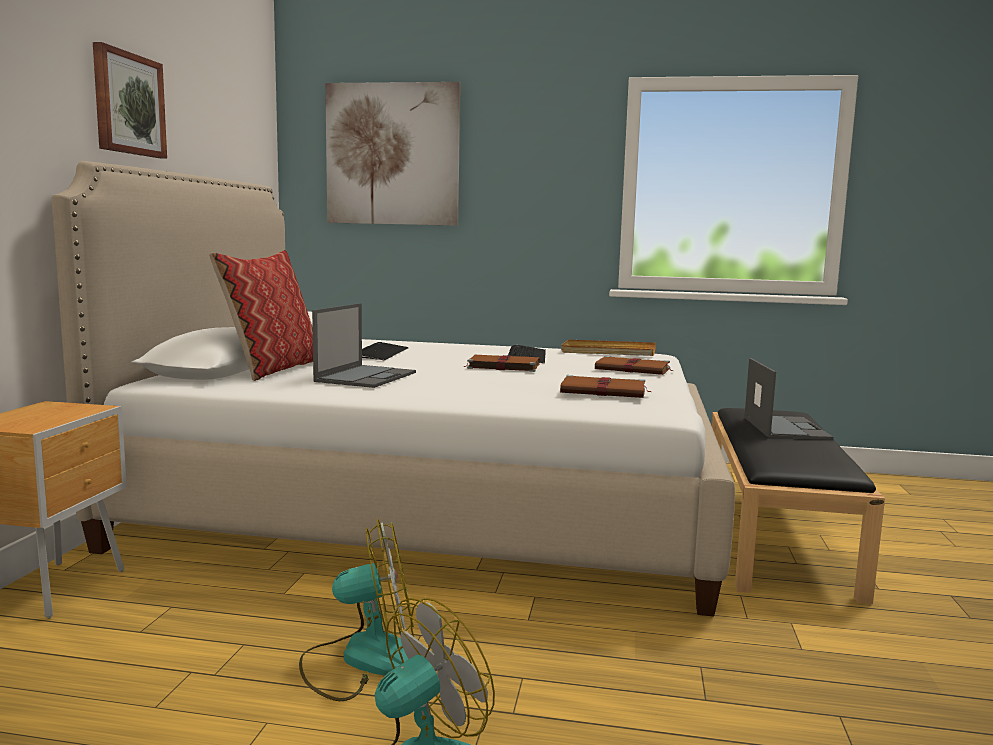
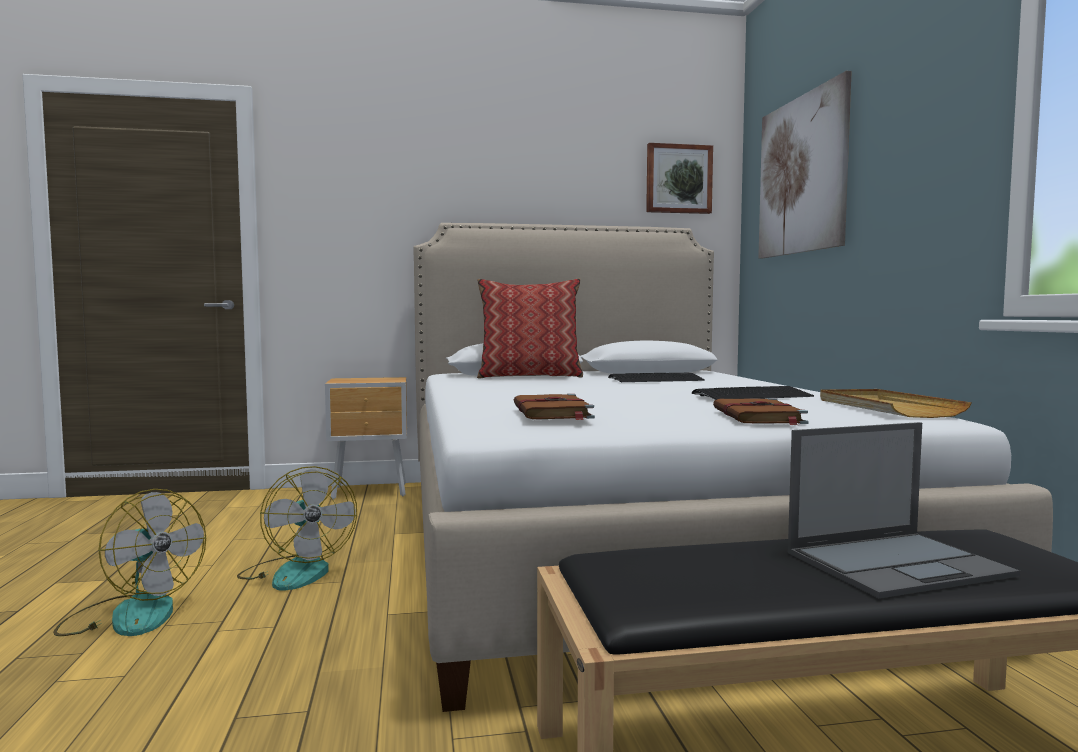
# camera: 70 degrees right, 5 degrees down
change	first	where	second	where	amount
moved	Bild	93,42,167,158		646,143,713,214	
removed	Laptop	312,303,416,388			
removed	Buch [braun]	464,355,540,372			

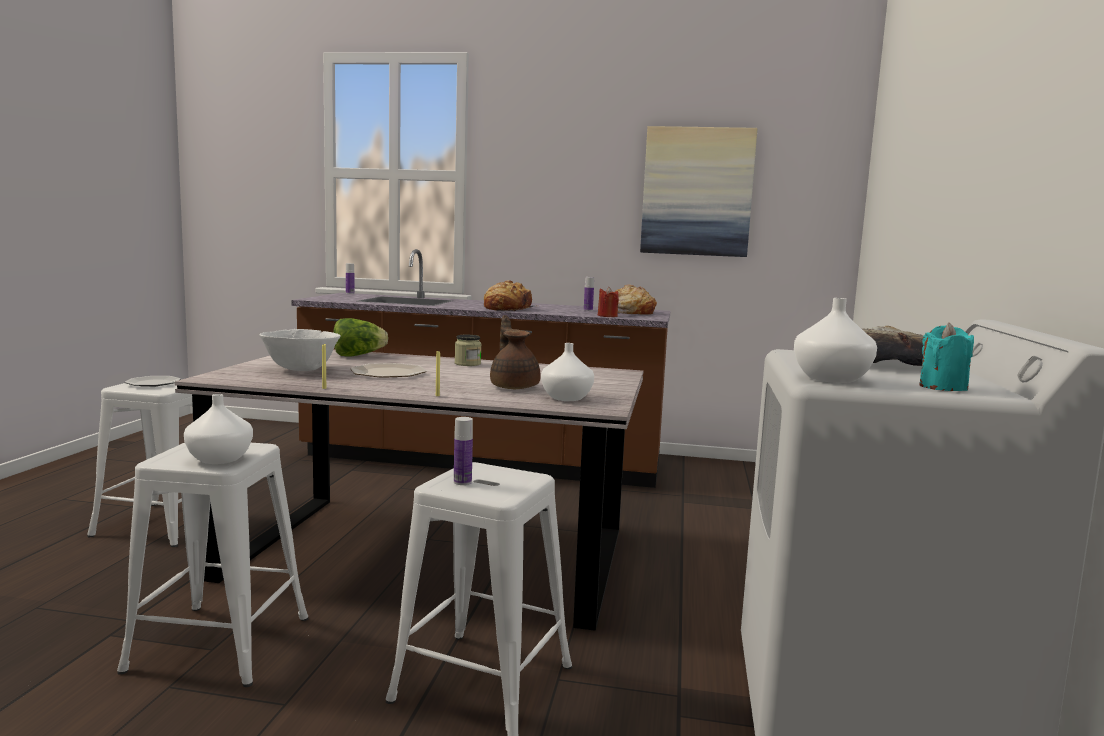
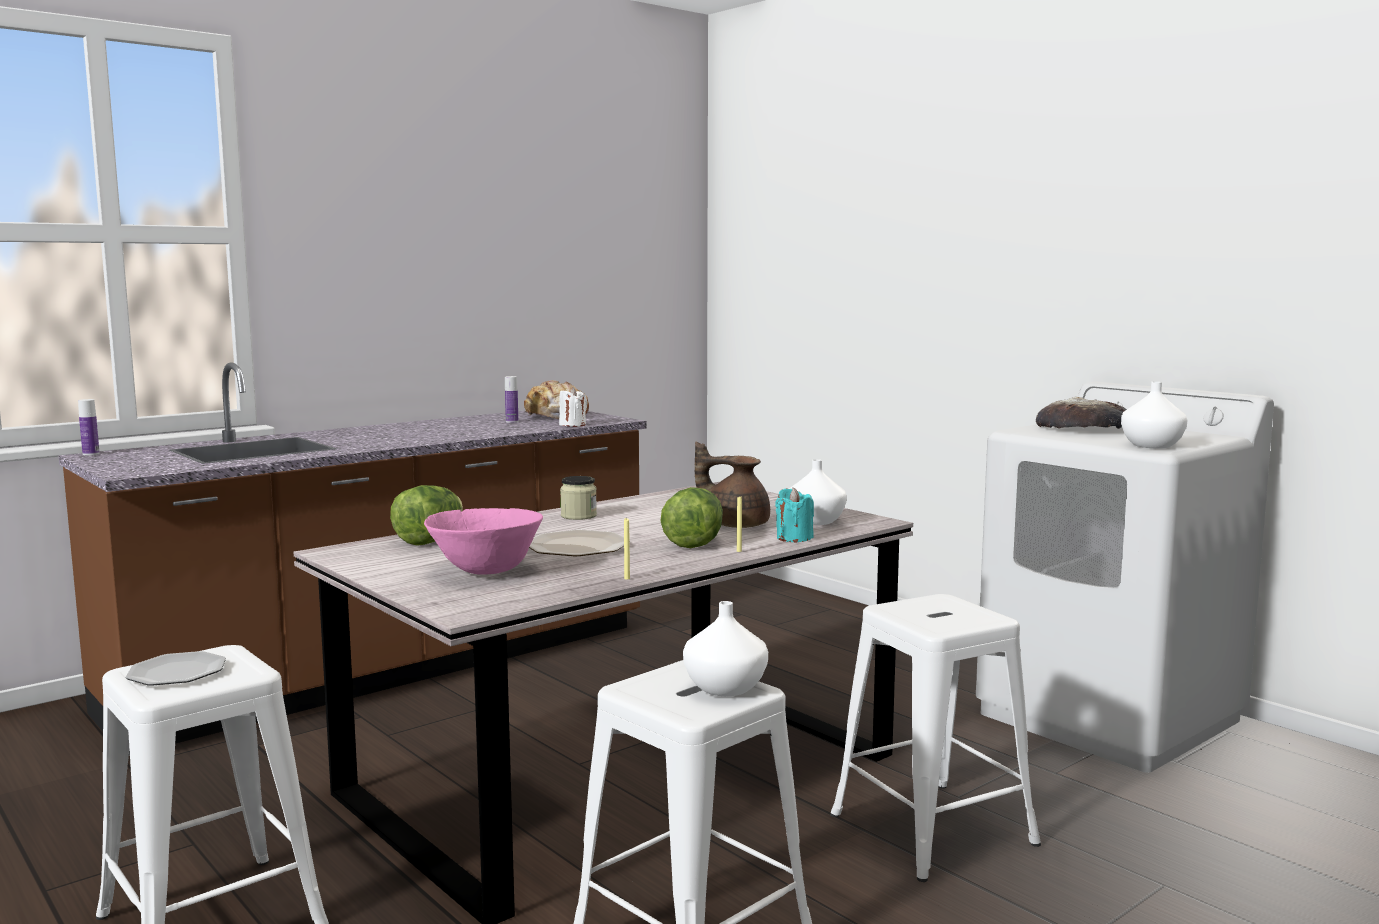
# camera: 50 degrees left, 0 degrees up
change	first	where	second	where	amount
removed	Bild	640,126,757,257			
removed	Brot	484,280,536,311			
recoloured	Kerze [rot]	598,287,619,317	Kerze [weiß]	559,387,587,427	
moved	Kerze [türkis]	919,322,974,391		775,487,814,542	
recoloured	Schüssel [weiß]	259,329,341,371	Schüssel [rosa]	424,508,543,575	
removed	Flasche	454,417,473,485			
added			Salatkopf	661,487,723,548	

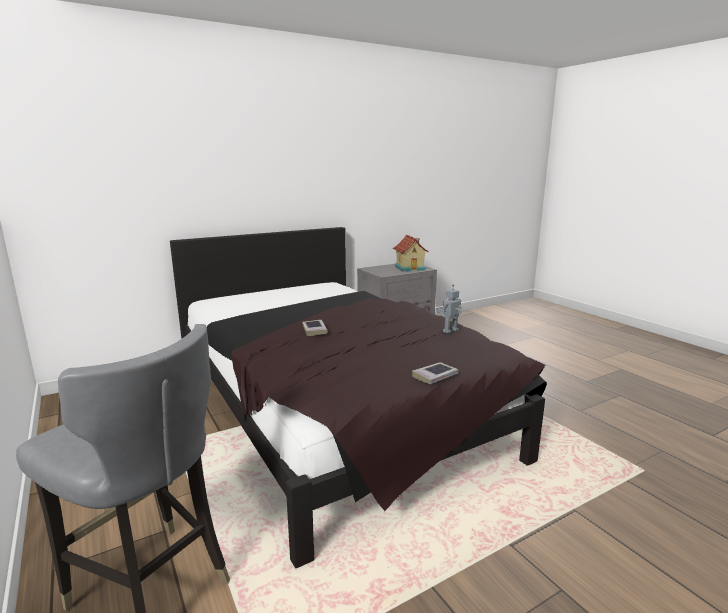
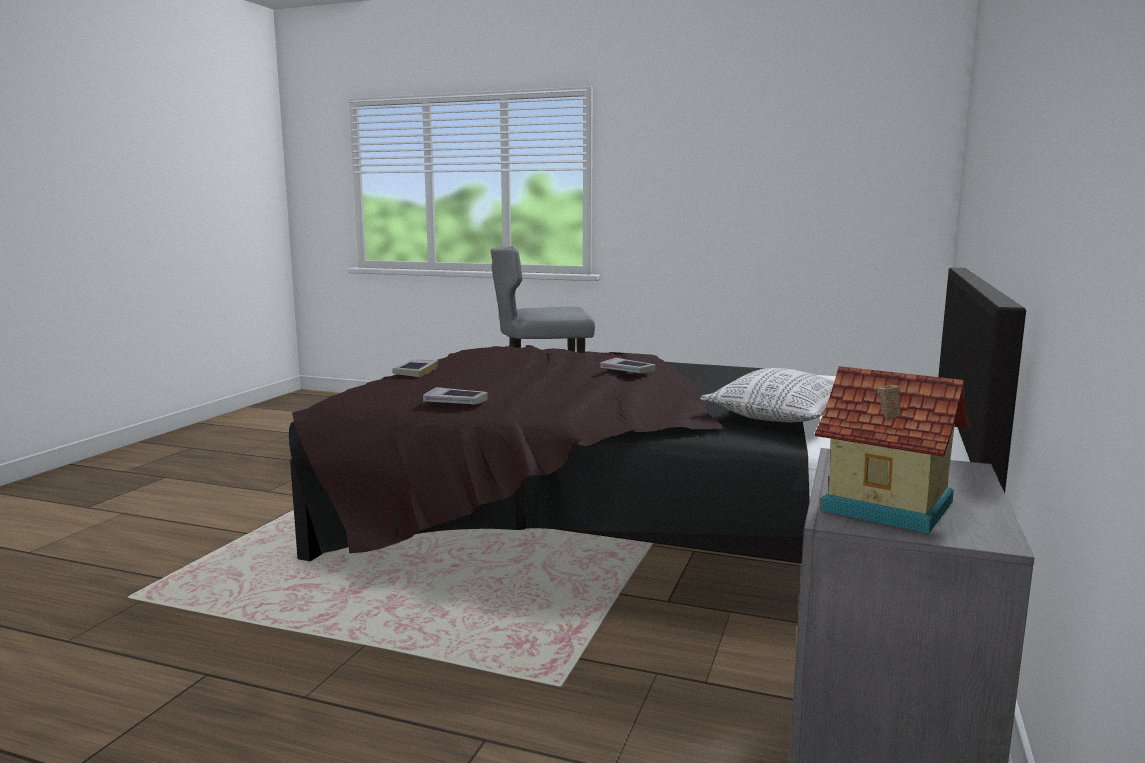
# camera: 140 degrees right, 5 degrees down
change	first	where	second	where	amount
replaced	Spielzeugroboter	437,285,462,334	Buch	423,387,488,405	
added			Kissen	700,368,835,422	

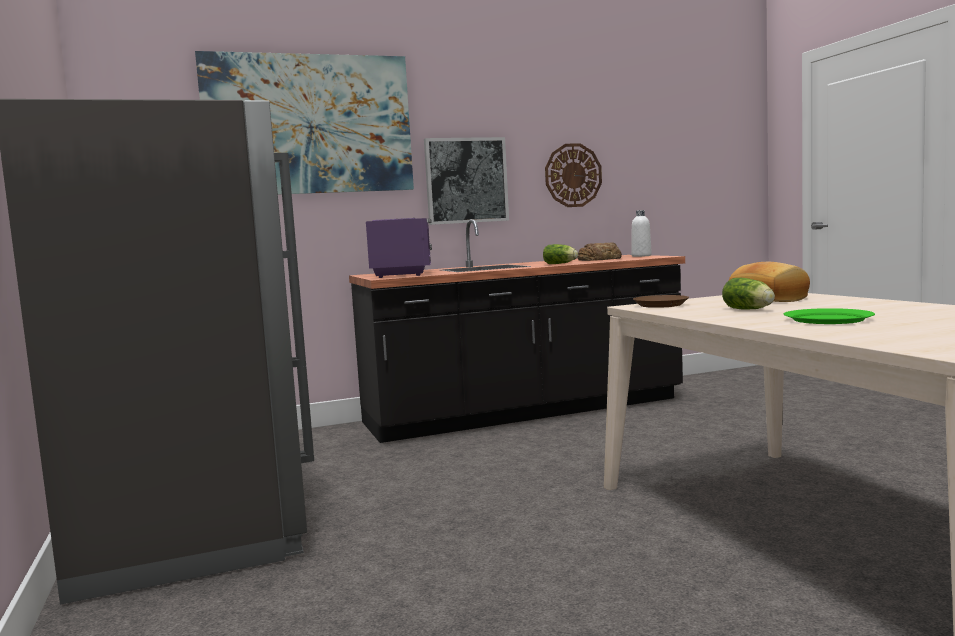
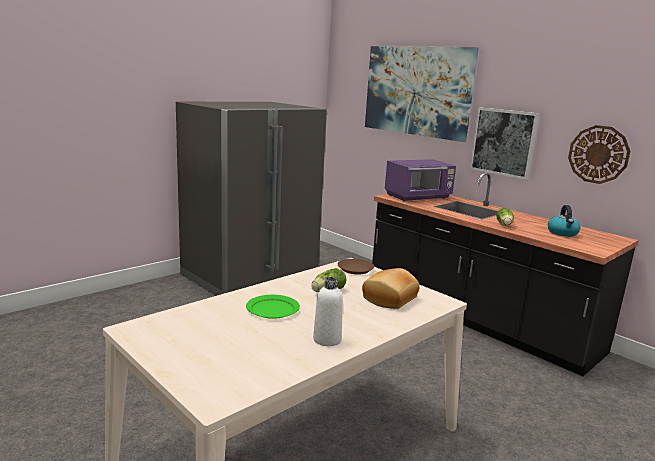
# camera: 65 degrees right, 10 degrees up
change	first	where	second	where	amount
moved	Flasche [weiß]	632,210,652,257		313,277,343,346	
replaced	Brot	577,242,622,261	Wasserkessel	548,205,581,237	

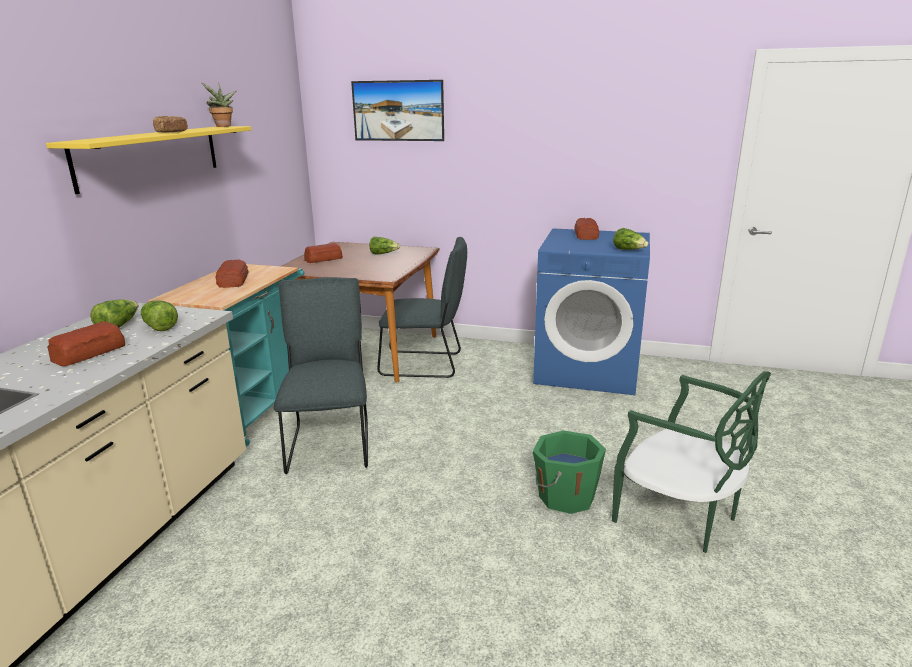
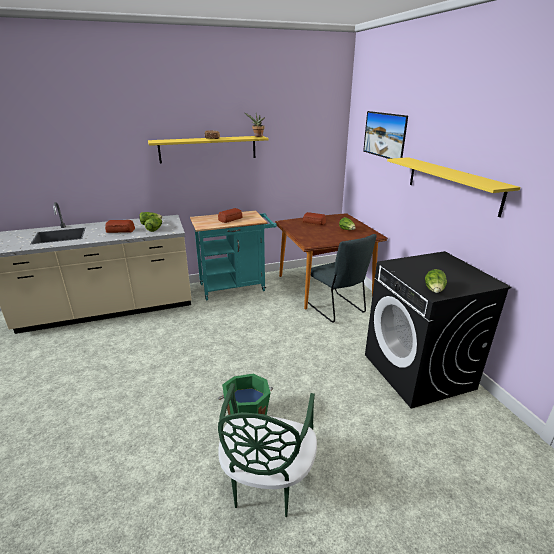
# camera: 55 degrees right, 5 degrees up
change	first	where	second	where	amount
removed	Brot	574,218,599,240			
recoloured	Waschmaschine [blau]	533,228,650,395	Waschmaschine [schwarz]	365,251,511,408	
removed	Stuhl [grau]	273,277,368,474			
added			Wandregal [gelb]	387,157,520,217	

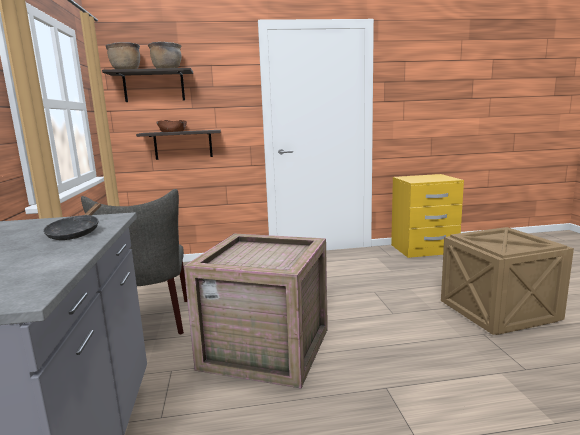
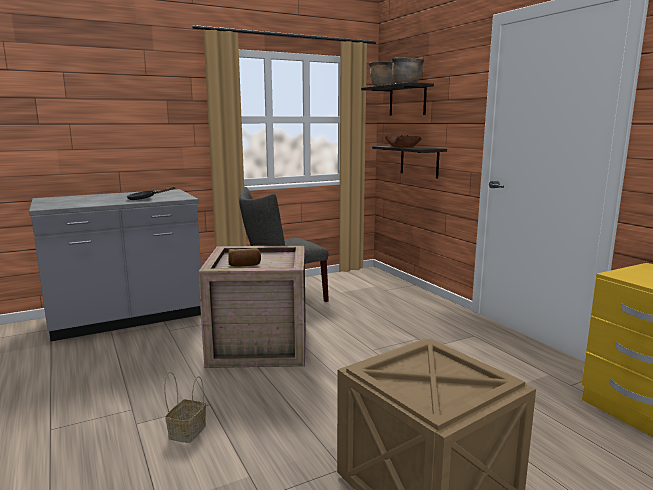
# camera: 70 degrees right, 0 degrees up
change	first	where	second	where	amount
added			Brot	228,248,261,267	
added			Korb	164,372,206,443	

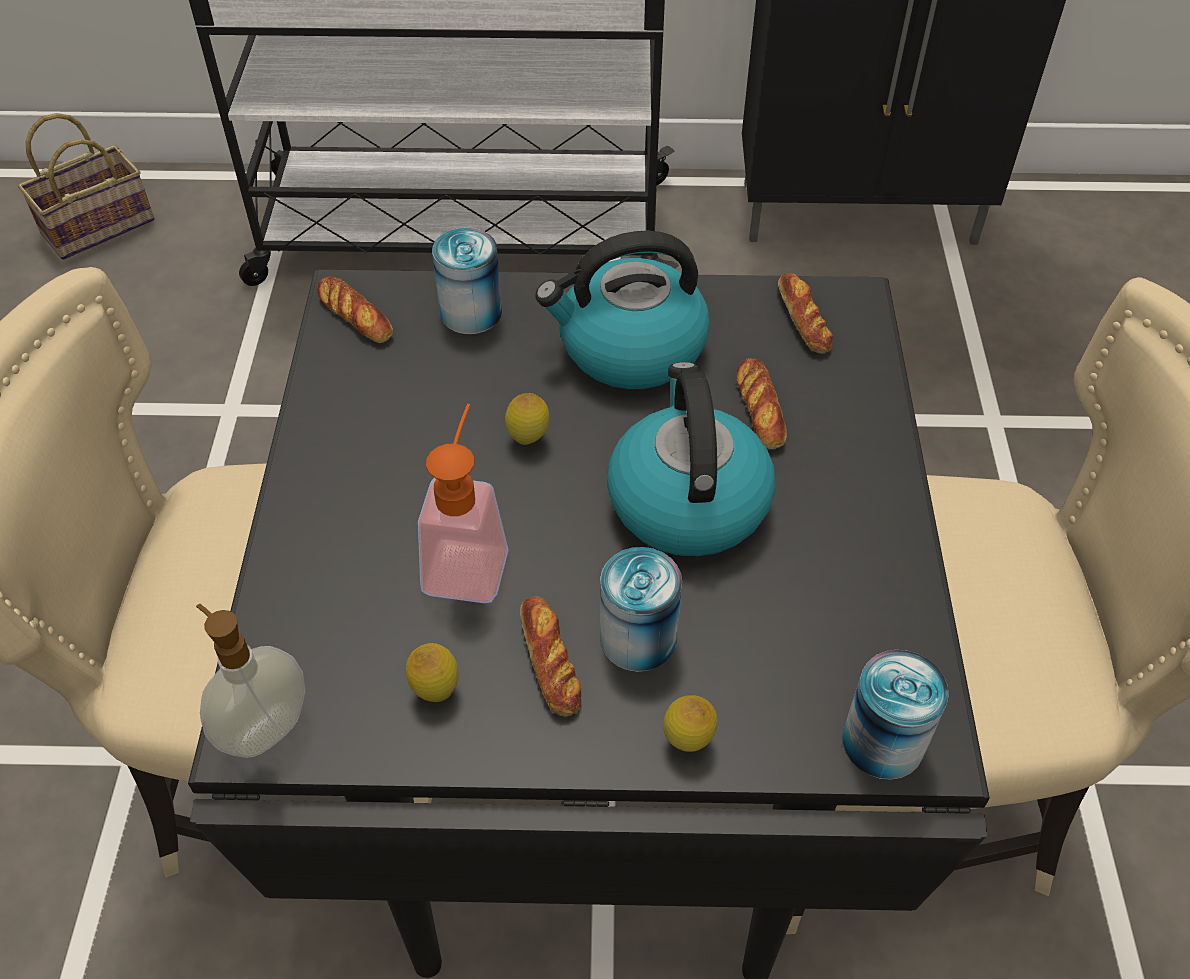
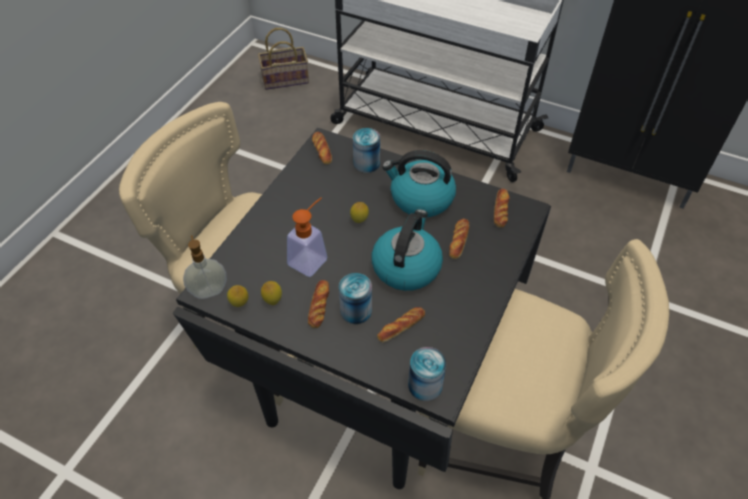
# camera: 25 degrees right, 0 degrees up
change	first	where	second	where	amount
moved	Zitrone	663,695,718,752		227,285,248,307	
added			Brot	377,307,425,342	

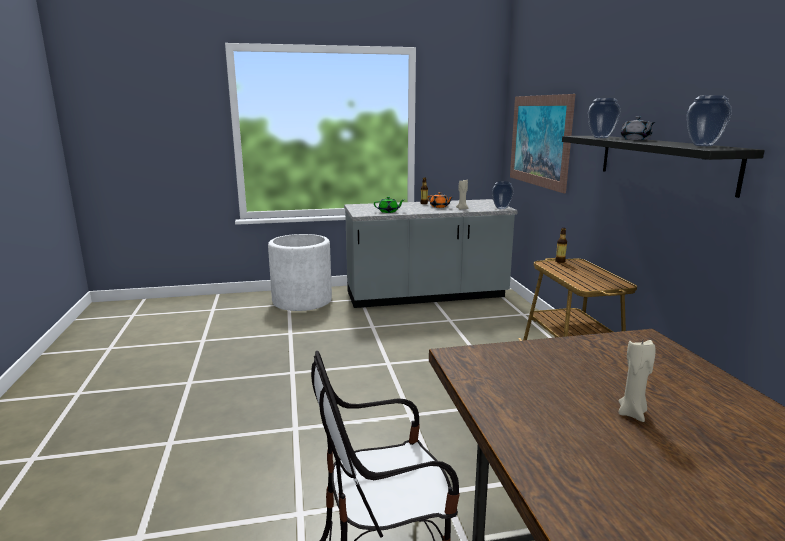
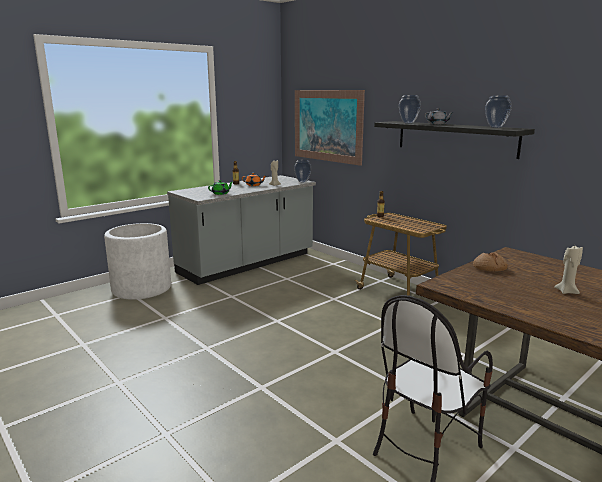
# camera: 30 degrees left, 0 degrees up
change	first	where	second	where	amount
added			Brot	473,252,508,271	

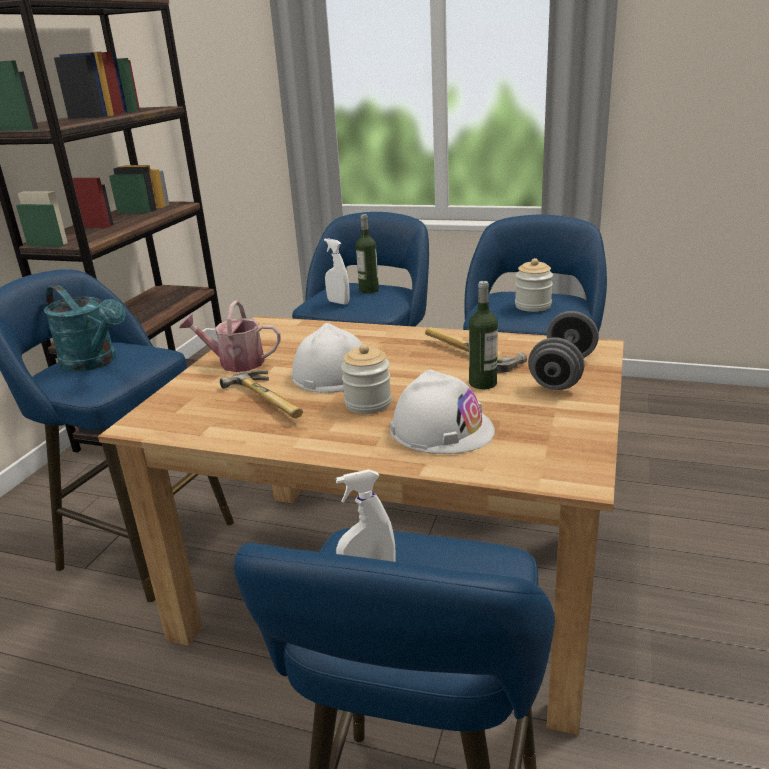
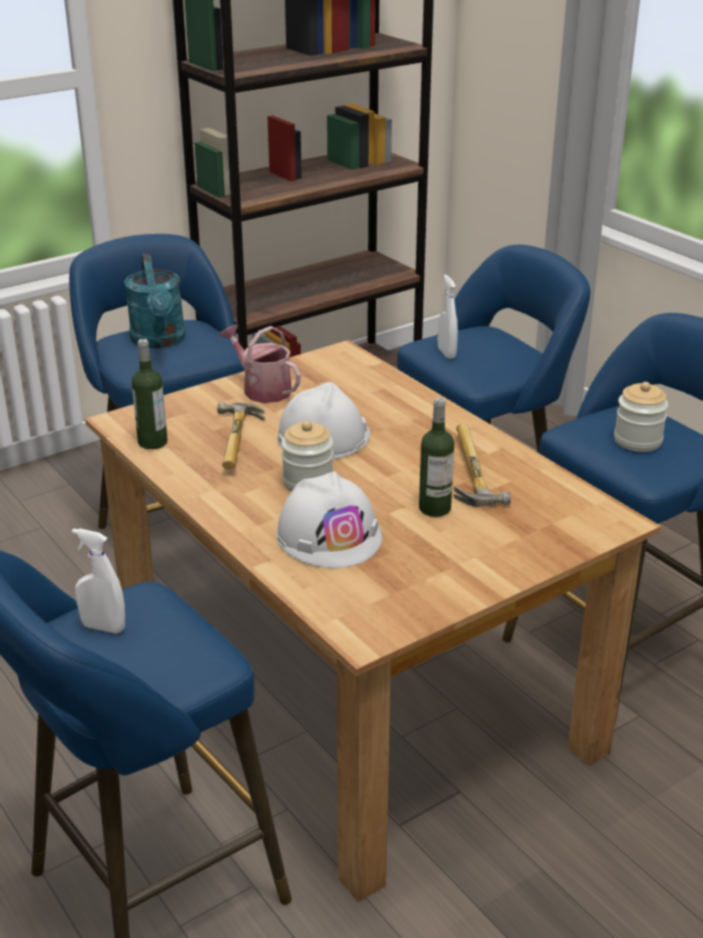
# camera: 35 degrees right, 5 degrees up
change	first	where	second	where	amount
moved	Flasche	356,214,379,294		132,339,168,449	
removed	Hantel [grau]	528,311,599,390			

